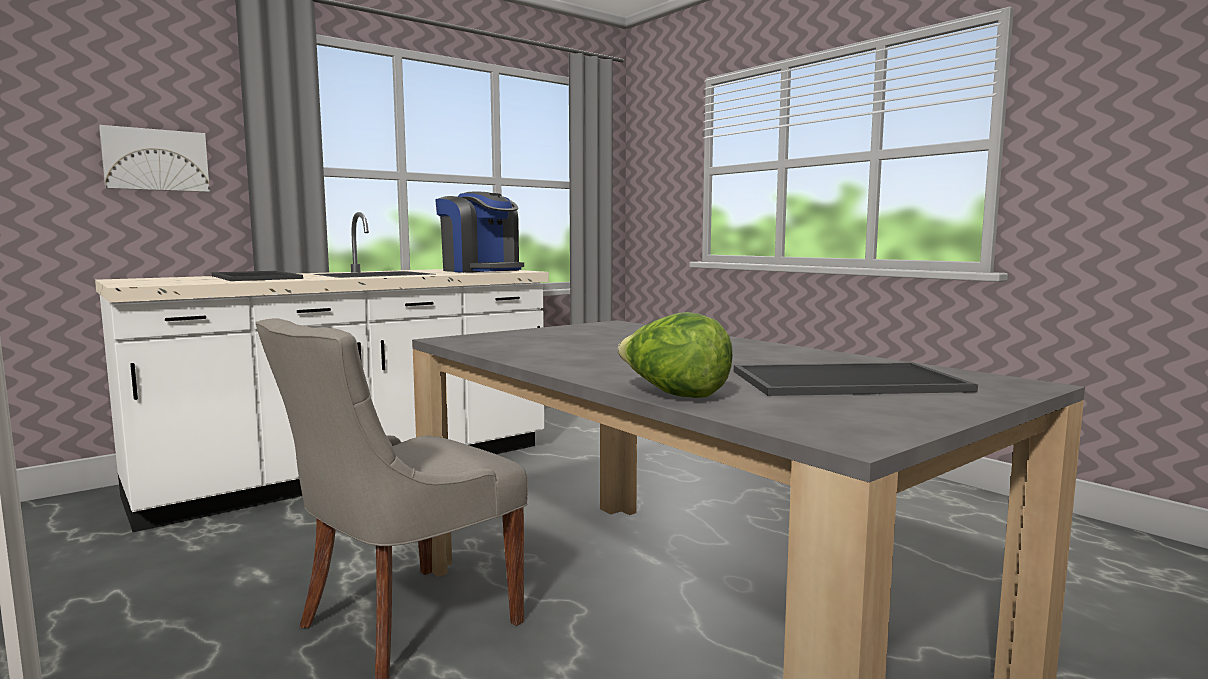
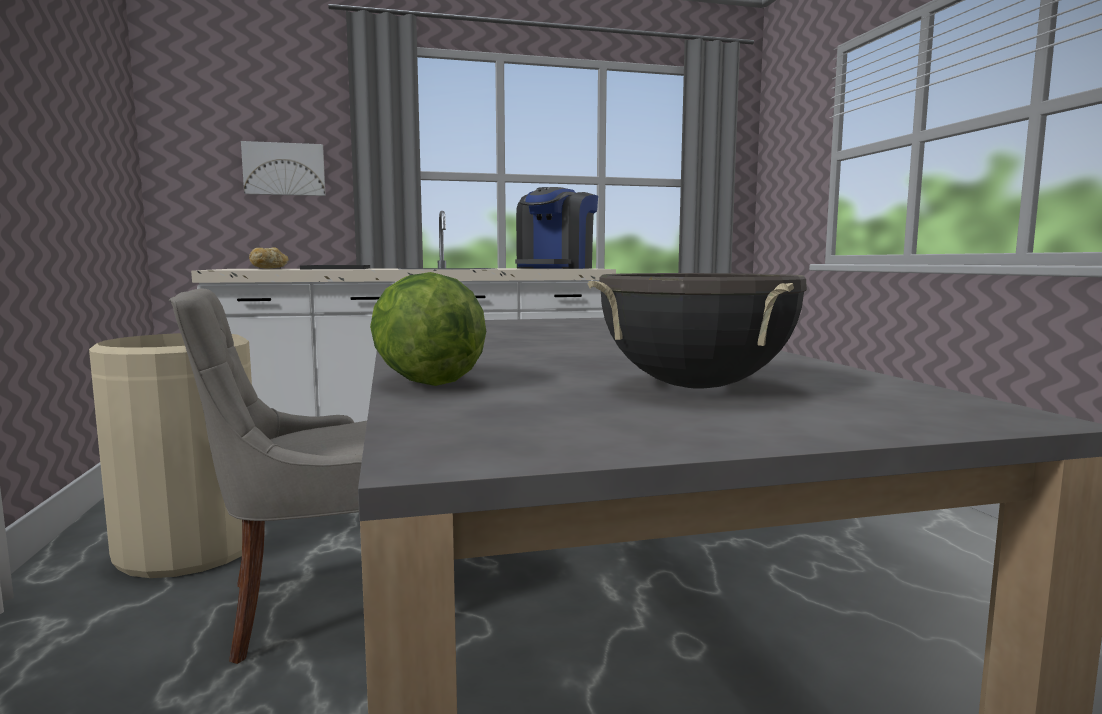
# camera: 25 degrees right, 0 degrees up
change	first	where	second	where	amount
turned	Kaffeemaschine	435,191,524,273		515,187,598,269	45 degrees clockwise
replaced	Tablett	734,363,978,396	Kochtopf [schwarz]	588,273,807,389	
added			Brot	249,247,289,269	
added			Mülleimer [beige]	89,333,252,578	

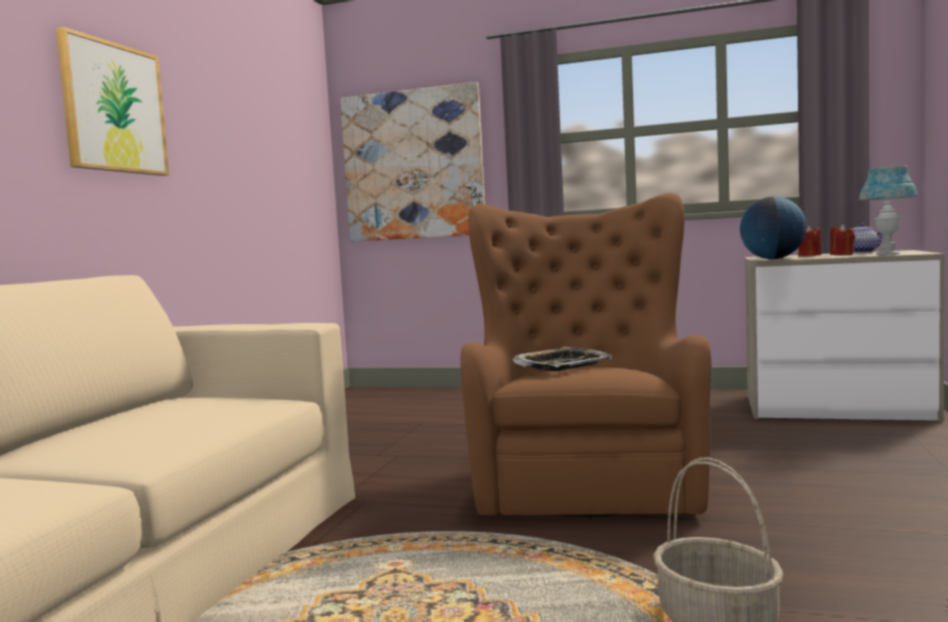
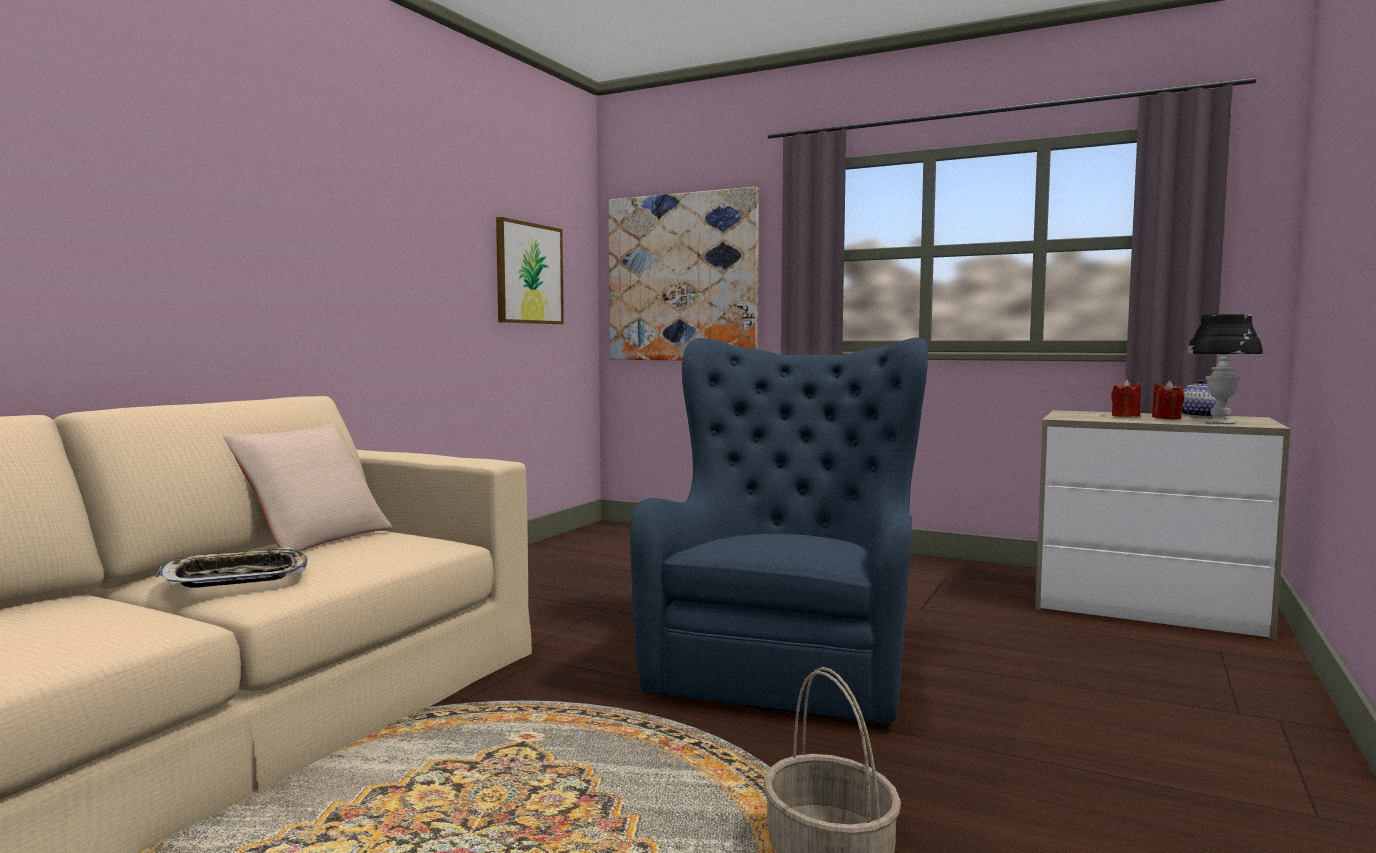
# camera: 10 degrees right, 0 degrees up
change	first	where	second	where	amount
moved	Bild	56,27,169,176		496,217,564,324	
recoloured	Tischlampe [blau]	859,166,918,255	Tischlampe [schwarz]	1187,314,1263,424	
recoloured	Sessel [braun]	460,193,712,519	Sessel [blau]	630,338,928,723	
removed	Globus	740,197,806,259			
moved	Tablett	513,347,612,371		156,547,308,588	
added			Kissen [beige]	223,423,392,551	

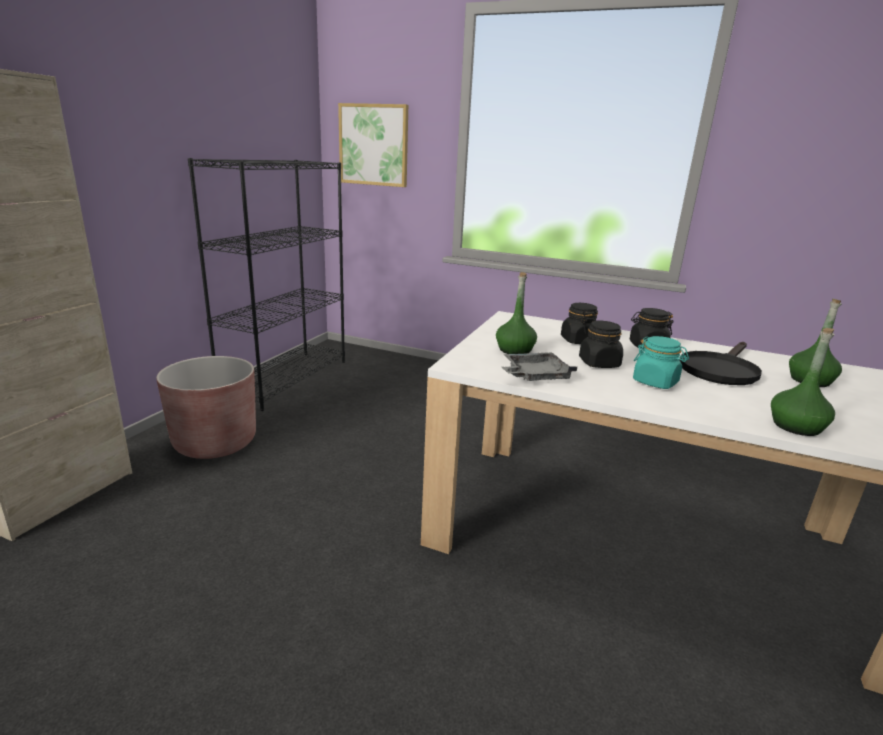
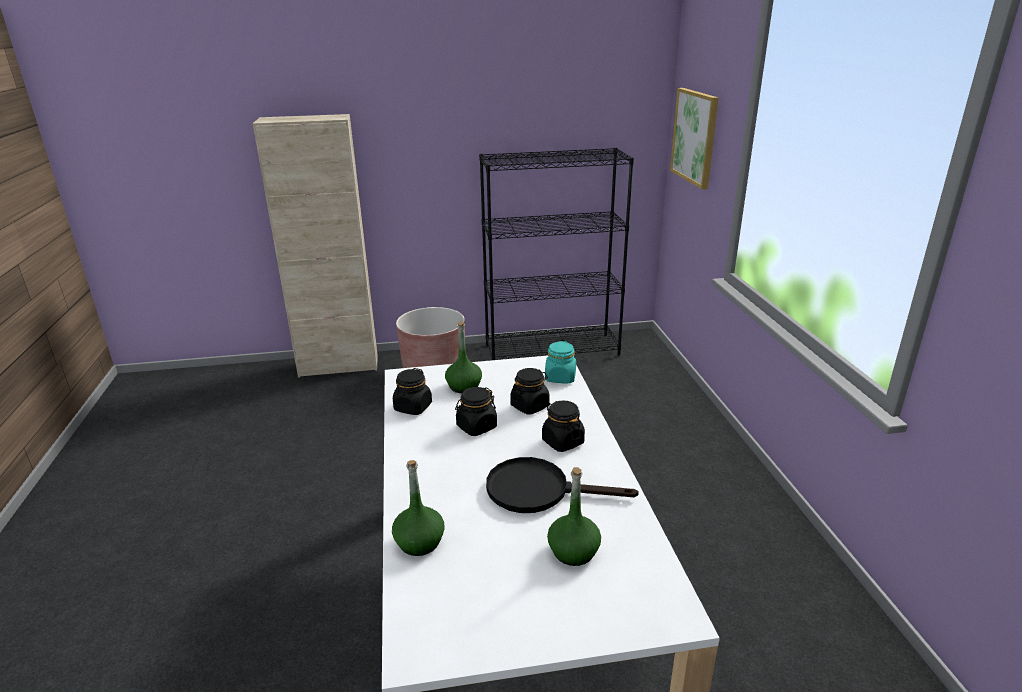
# camera: 60 degrees right, 5 degrees up
change	first	where	second	where	amount
moved	Vorratsglas [türkis]	633,336,689,389		545,341,576,383	
replaced	Tablett [grau]	502,352,577,381	Vorratsglas [schwarz]	393,368,432,415	

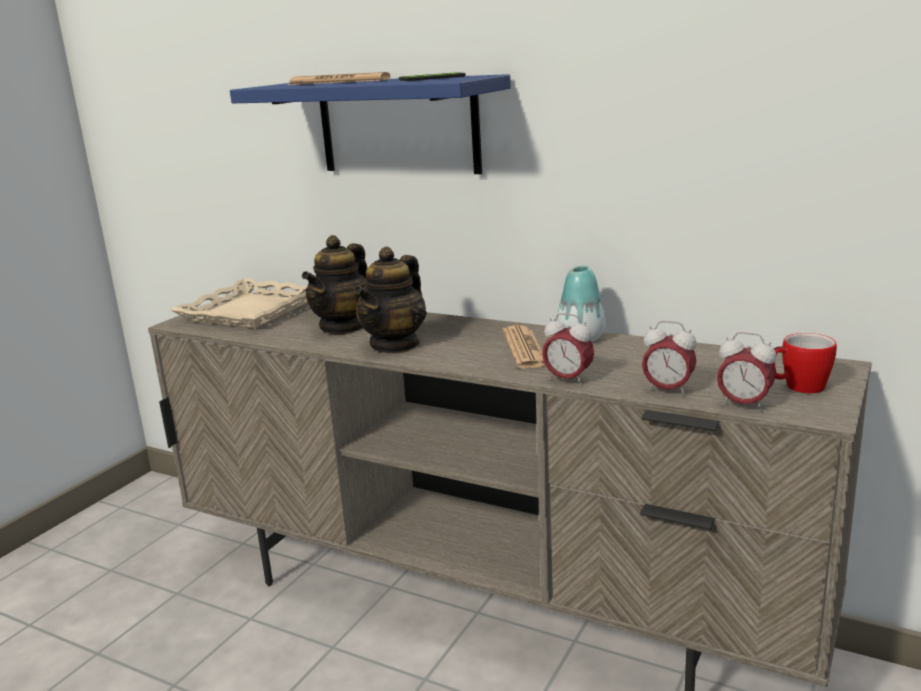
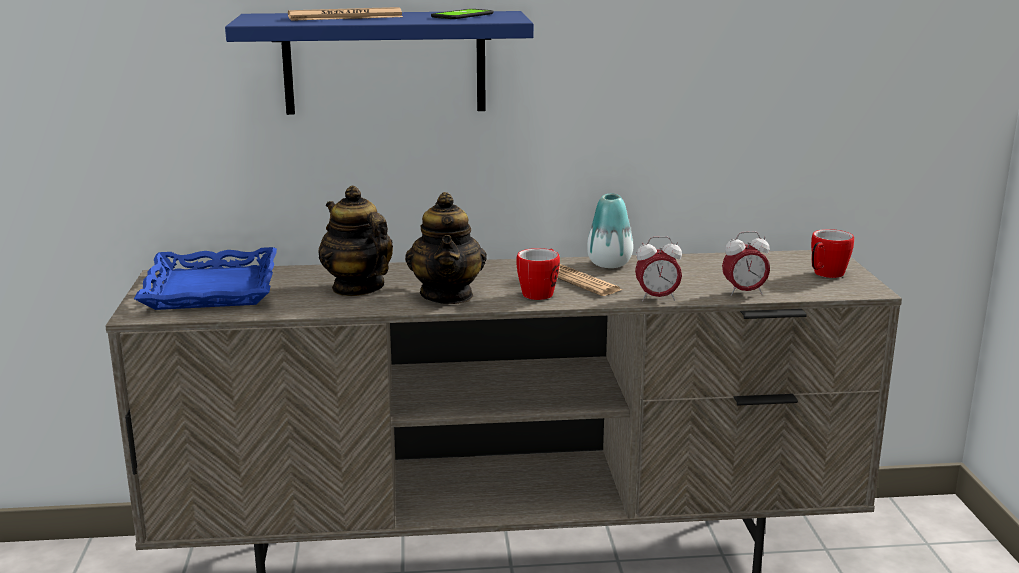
# camera: 35 degrees left, 0 degrees up
change	first	where	second	where	amount
turned	Teekanne	302,235,367,334		318,186,393,296	150 degrees clockwise
recoloured	Tablett [beige]	171,278,308,329	Tablett [blau]	134,247,277,310	
removed	Wecker	717,332,776,412			
added			Henkelbecher	517,248,560,300	

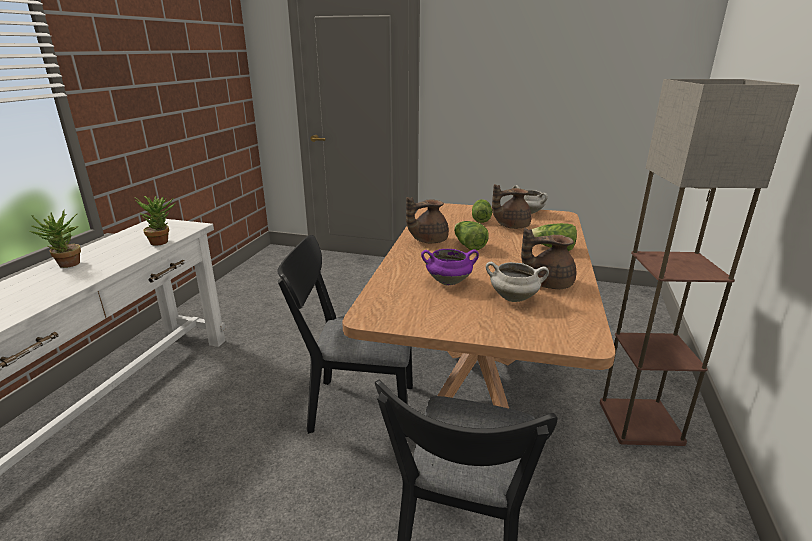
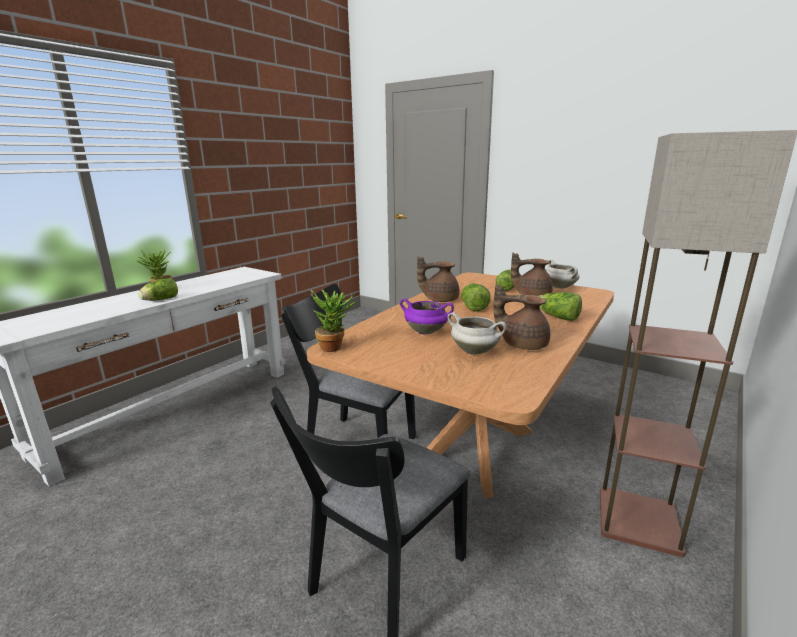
# camera: 20 degrees right, 5 degrees down
change	first	where	second	where	amount
moved	Topfpflanze	134,196,175,246		311,290,357,352	
added			Salatkopf	138,278,178,301	

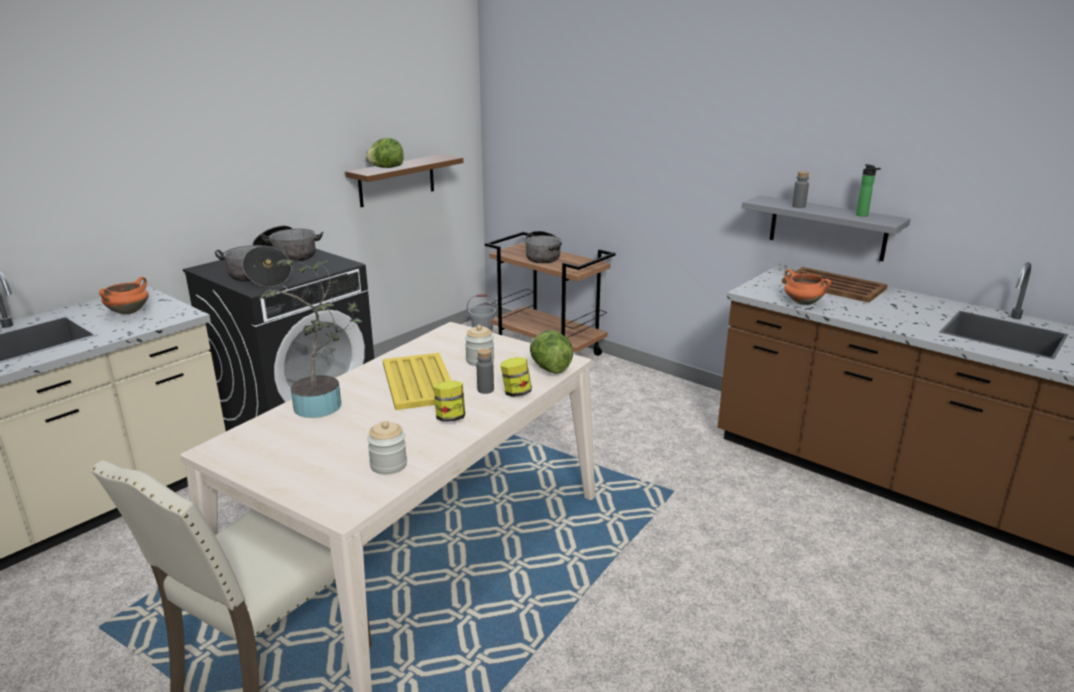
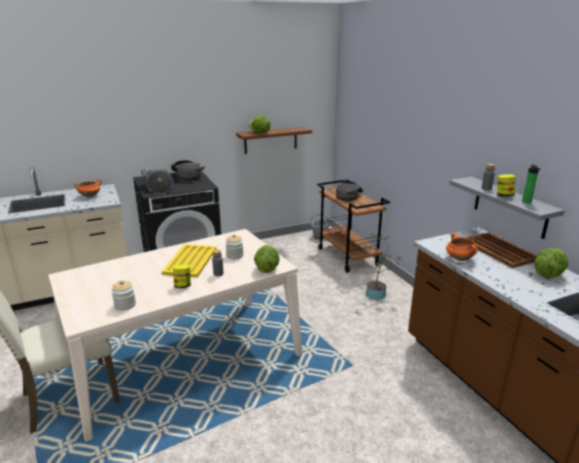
# camera: 25 degrees right, 0 degrees up
change	first	where	second	where	amount
moved	Topfpflanze	258,259,362,418		363,233,402,300	
moved	Vorratsglas	501,357,532,397		497,174,515,197	
added			Salatkopf	534,248,568,278	

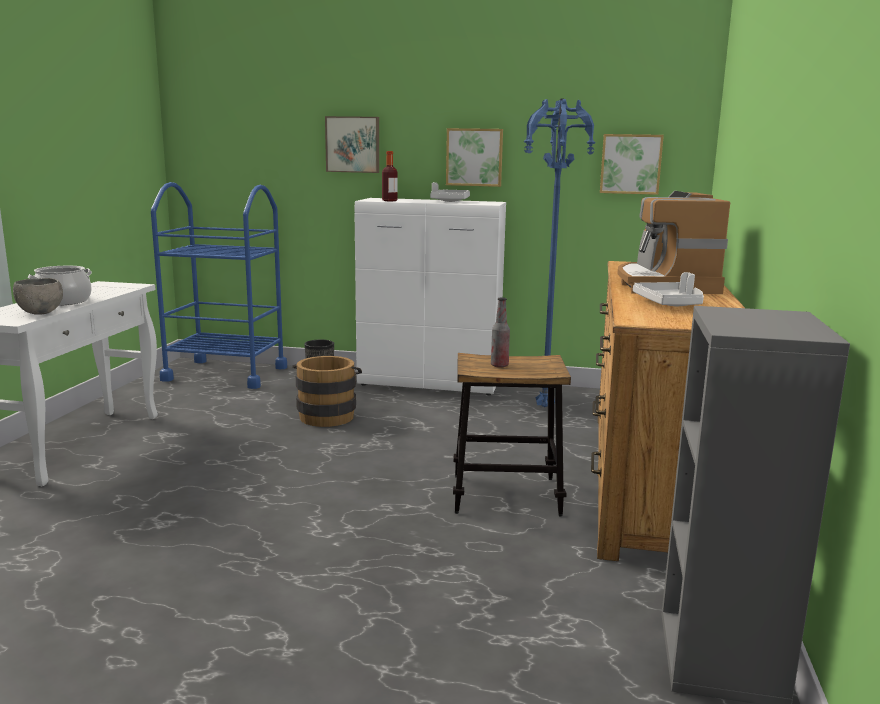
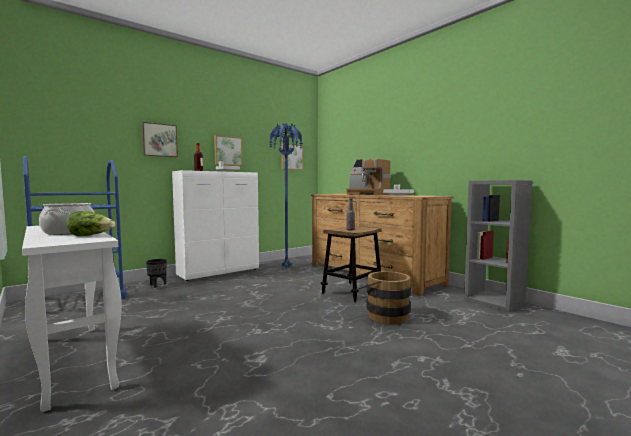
# camera: 50 degrees left, 10 degrees down
change	first	where	second	where	amount
replaced	Schüssel [grau]	13,278,63,315	Salatkopf	67,211,115,236	
moved	Eimer [braun]	292,356,362,427		359,271,411,324	

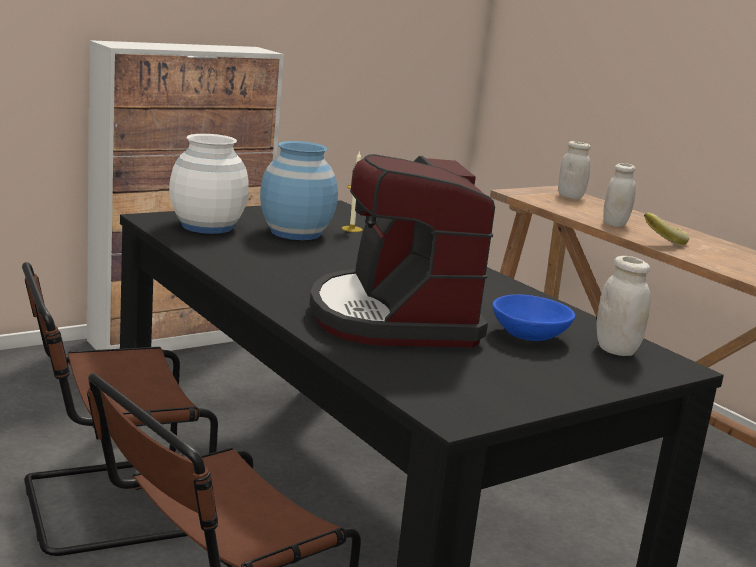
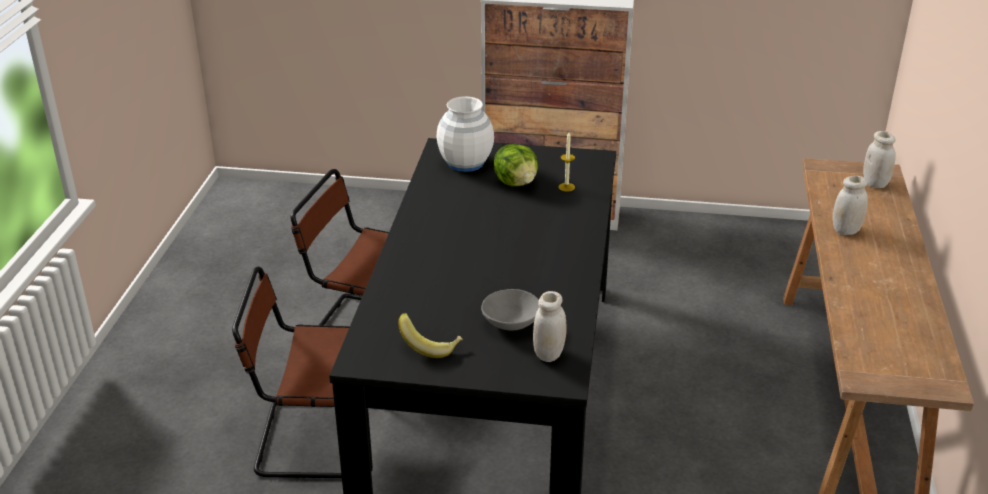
# camera: 45 degrees right, 15 degrees up
change	first	where	second	where	amount
replaced	Vase [blau]	260,141,338,240	Salatkopf	494,144,538,187	
removed	Kaffeemaschine	310,154,495,348			
moved	Banane	644,212,689,245		398,313,463,358	
recoloured	Schüssel [blau]	492,294,575,341	Schüssel [grau]	481,289,539,331	

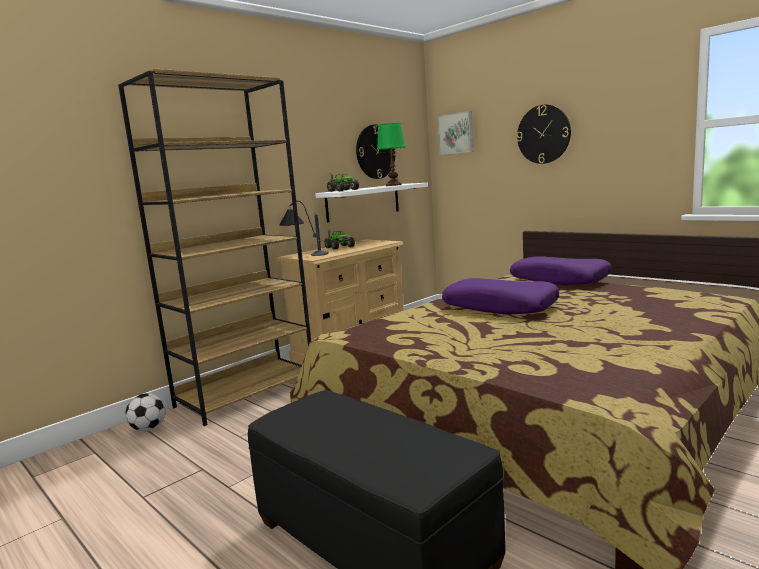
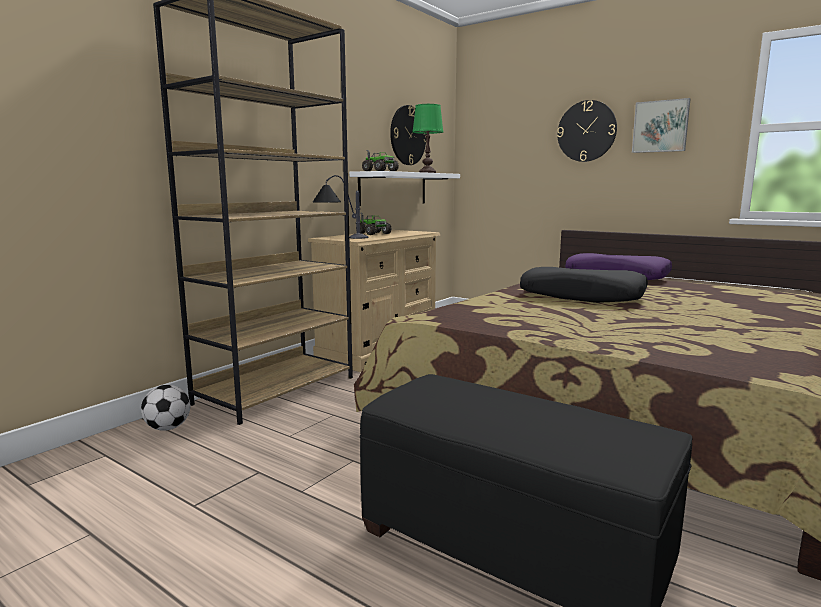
# camera: 10 degrees left, 0 degrees up
change	first	where	second	where	amount
moved	Bild	437,111,473,155		632,98,690,153	
recoloured	Kissen [lila]	442,278,559,315	Kissen [schwarz]	520,267,648,303	

